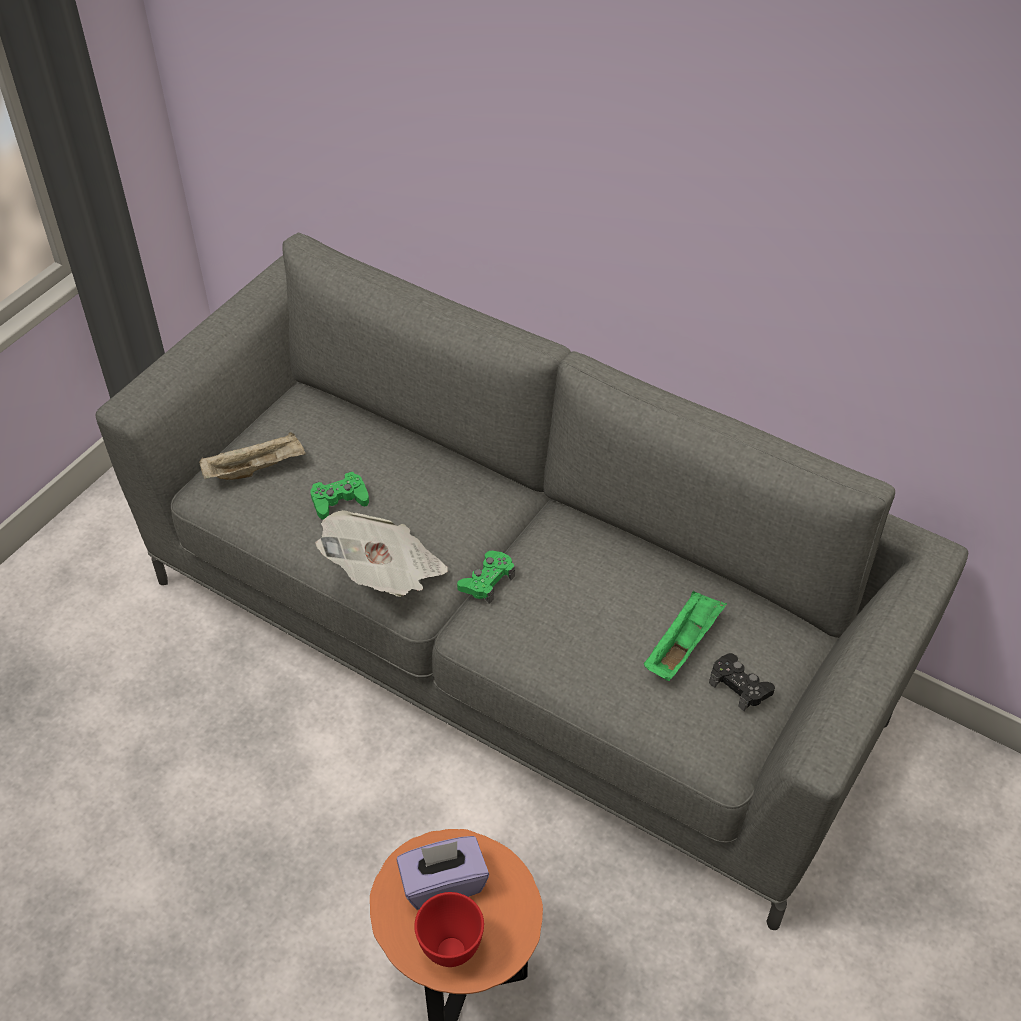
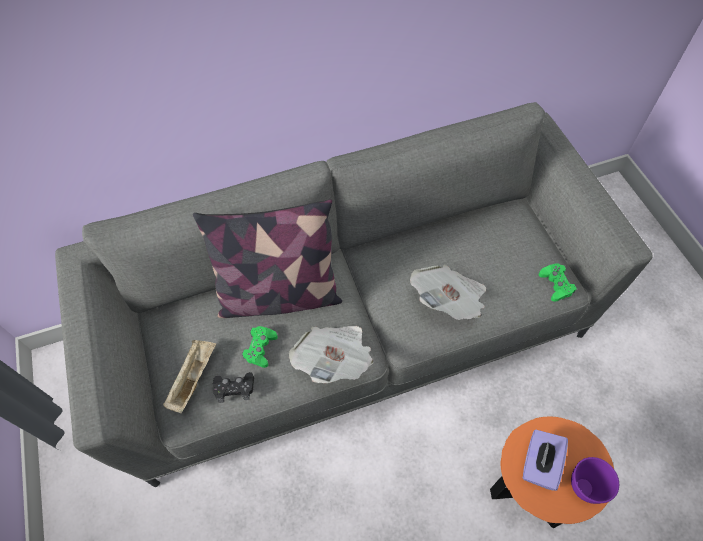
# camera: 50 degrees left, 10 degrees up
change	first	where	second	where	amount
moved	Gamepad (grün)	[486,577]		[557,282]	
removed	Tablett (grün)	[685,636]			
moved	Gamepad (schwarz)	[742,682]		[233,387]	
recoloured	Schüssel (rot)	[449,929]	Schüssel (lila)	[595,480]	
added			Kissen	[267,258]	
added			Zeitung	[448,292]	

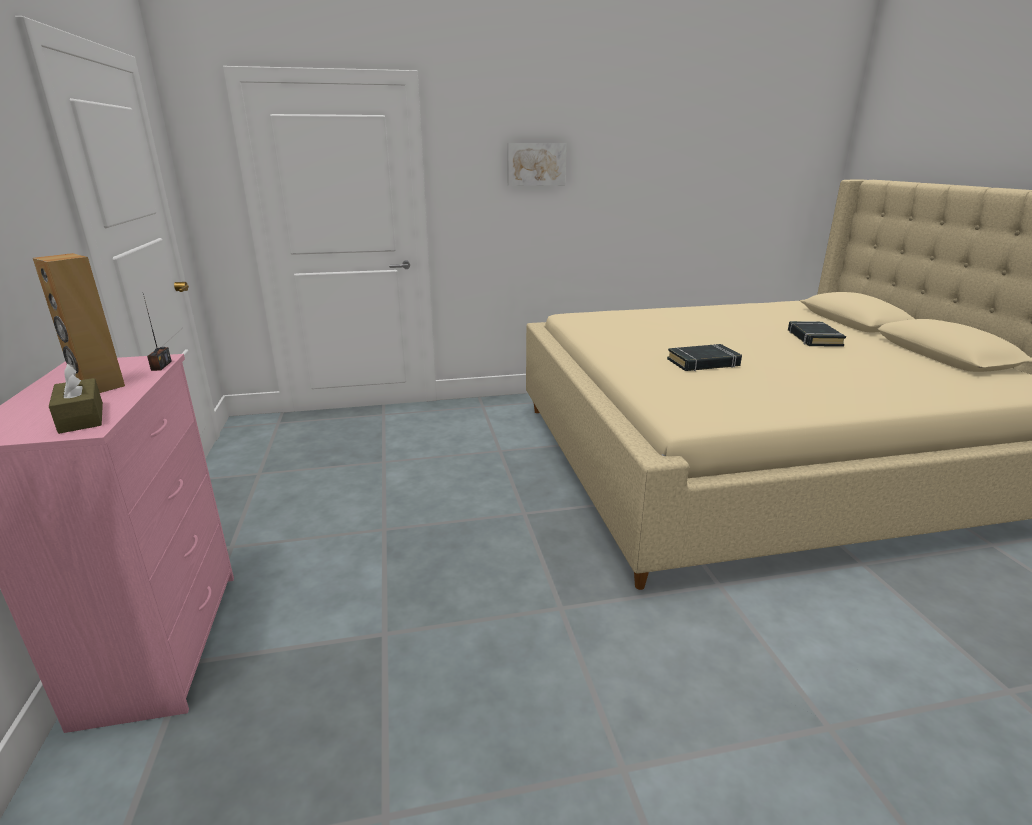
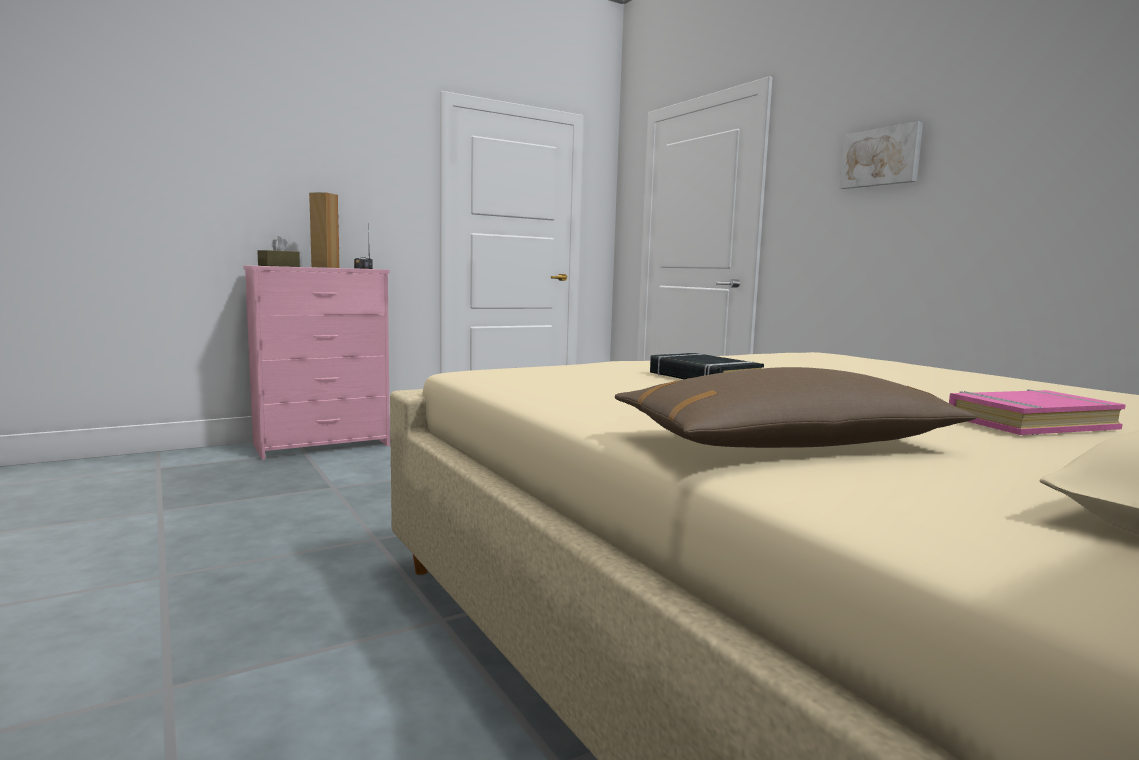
# camera: 70 degrees right, 15 degrees down
change	first	where	second	where	amount
recoloured	Buch (schwarz)	[817,334]	Buch (rosa)	[1037,412]	
added			Kissen (braun)	[796,407]	

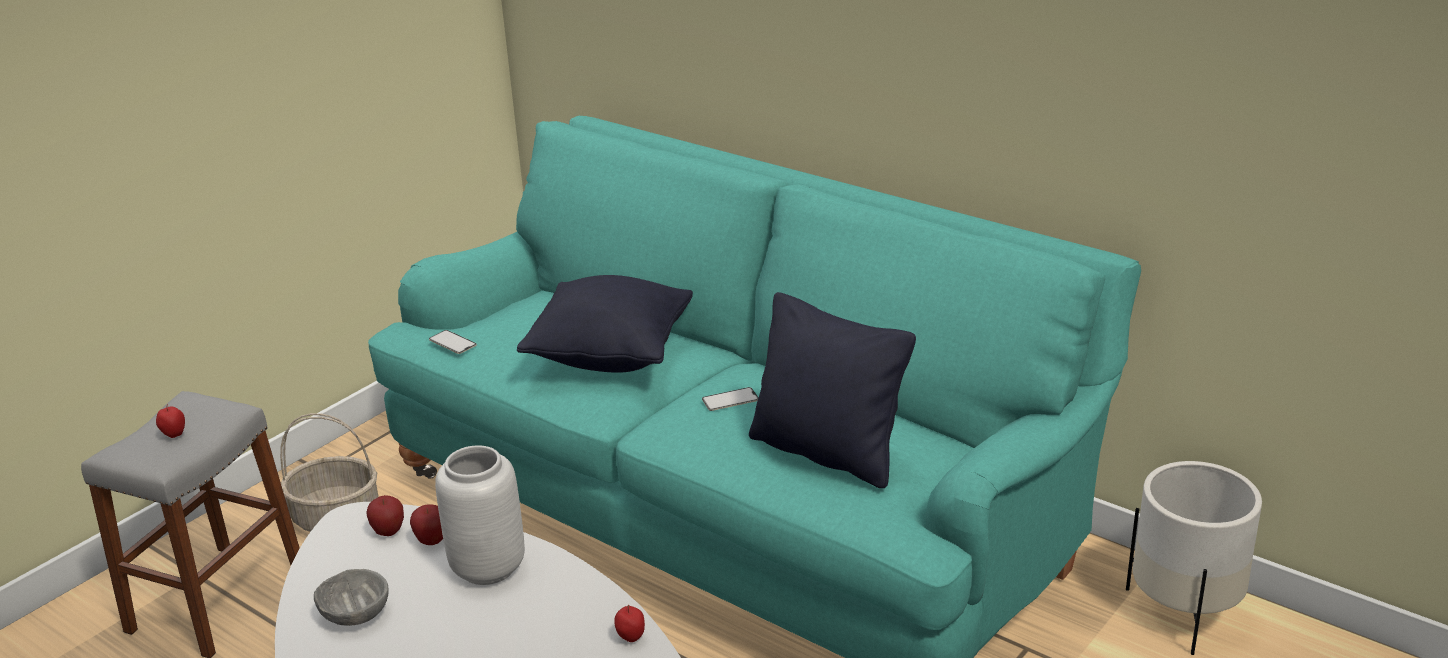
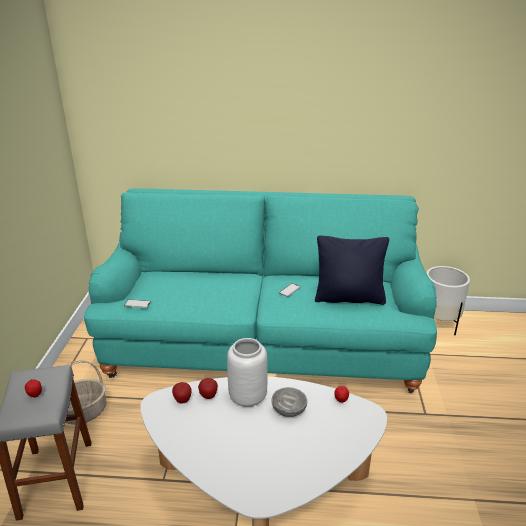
# camera: 35 degrees left, 0 degrees up
change	first	where	second	where	amount
removed	Kissen (schwarz)	[605,324]			
moved	Schüssel (grau)	[351,597]		[289,402]	

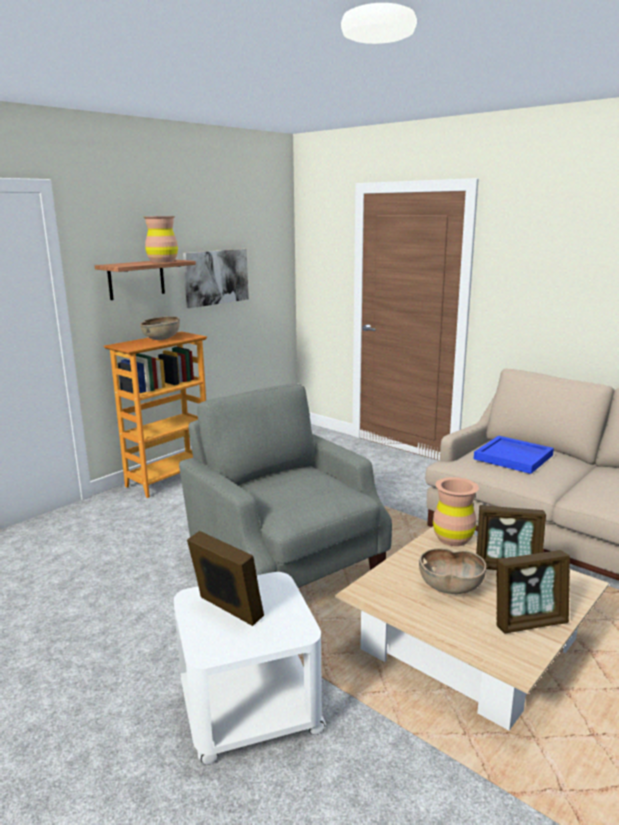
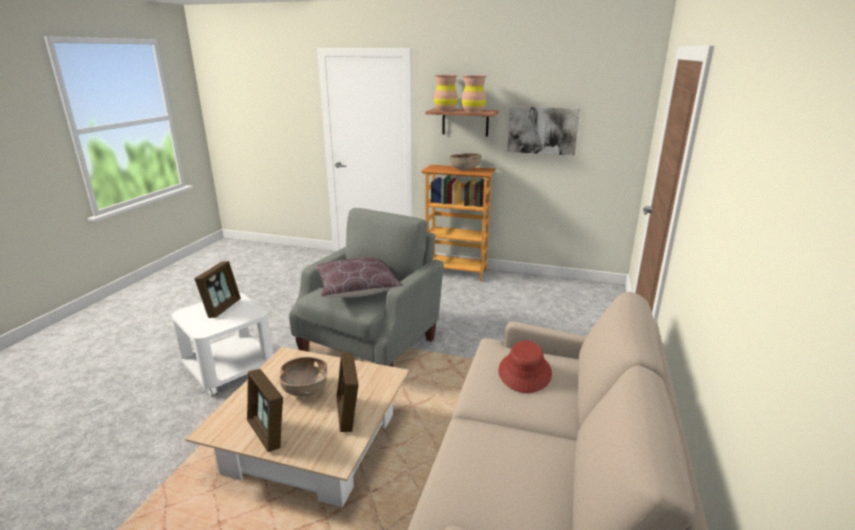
# camera: 65 degrees right, 5 degrees up
change	first	where	second	where	amount
replaced	Tablett (blau)	[514,455]	Hut (rot)	[525,366]	
moved	Vase (braun)	[456,511]		[446,93]	
added			Kissen (braun)	[359,277]	

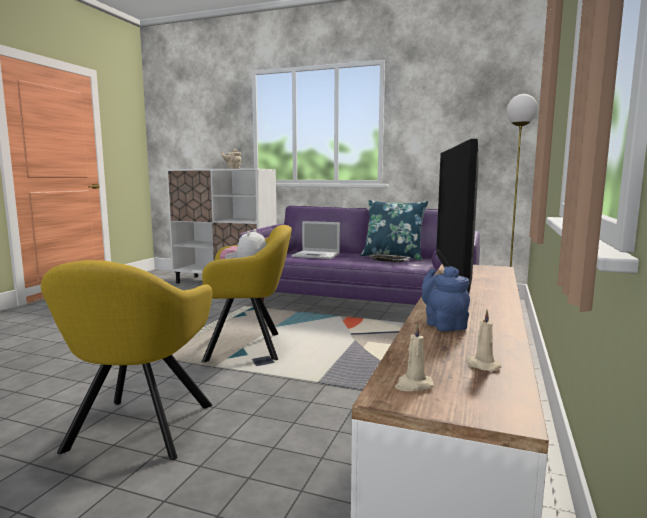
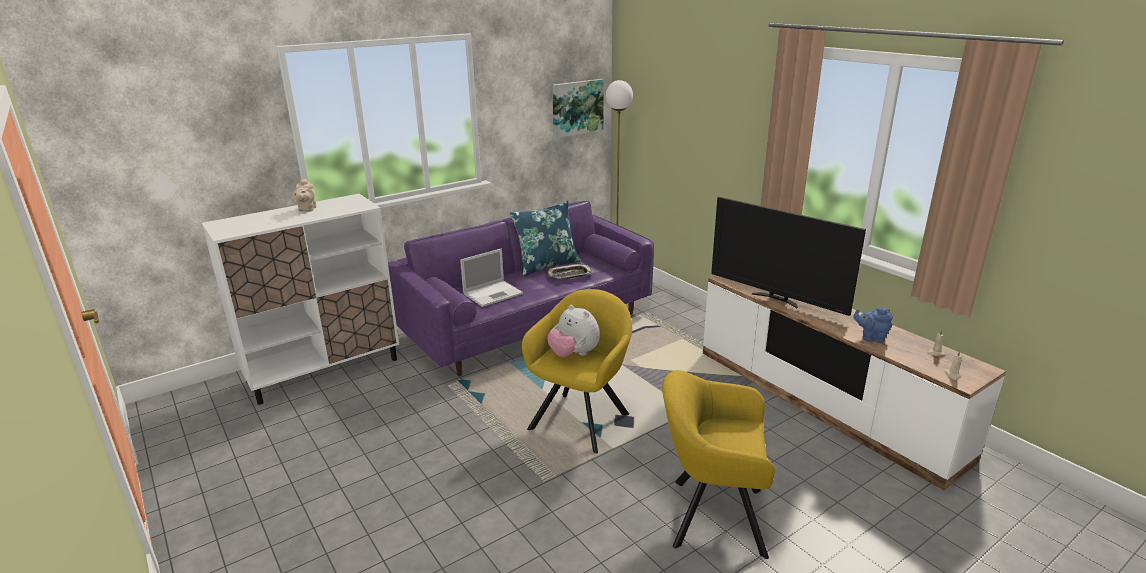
# camera: 55 degrees left, 15 degrees up
change	first	where	second	where	amount
turned	Sessel (gelb)	[126,360]		[718,464]	150 degrees clockwise
added			Bild	[578,108]	

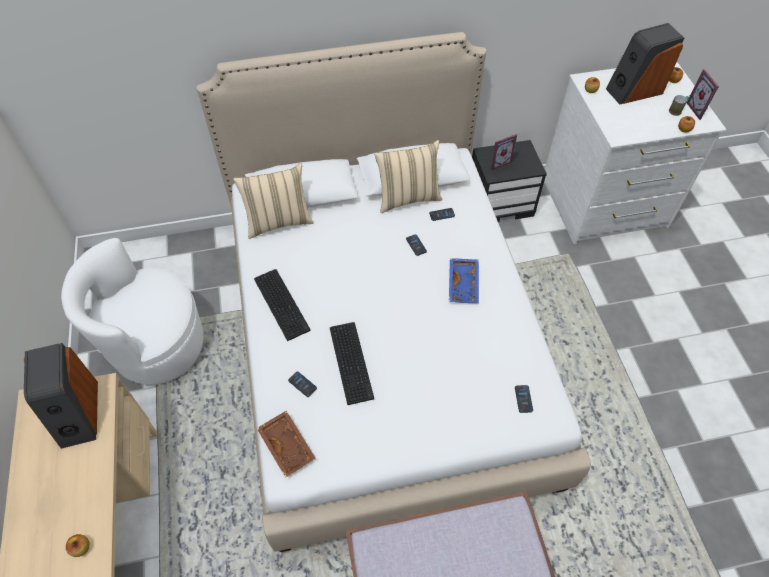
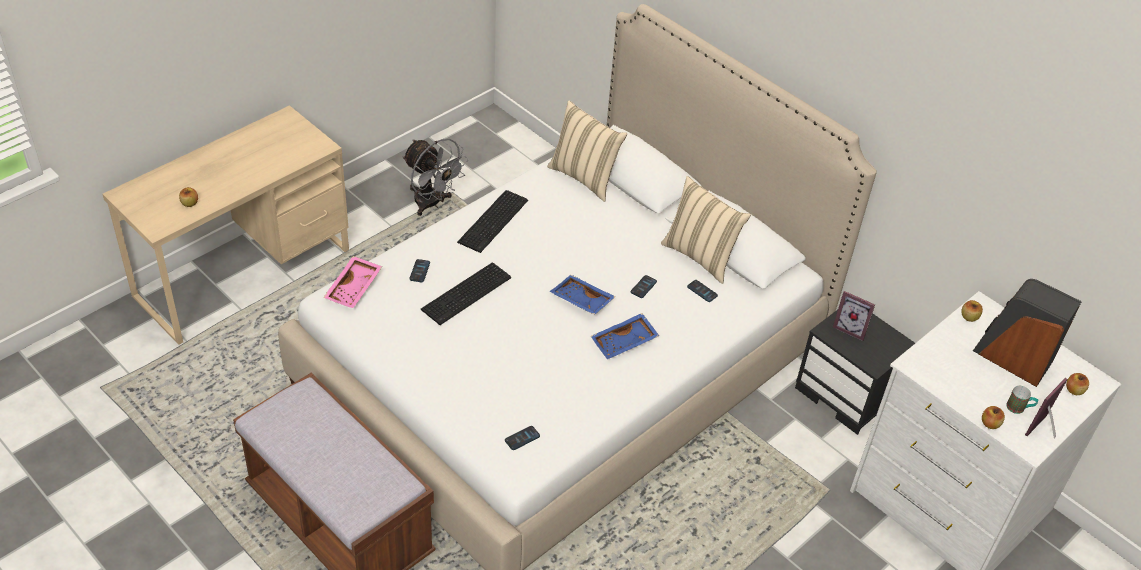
# camera: 55 degrees right, 10 degrees down
change	first	where	second	where	amount
replaced	Sessel (weiß)	[132,311]	Ventilator (grau)	[435,177]	
removed	Lautsprecher	[61,396]			
recoloured	Tablett (braun)	[286,444]	Tablett (rosa)	[352,282]	
added			Tablett (blau)	[582,295]	

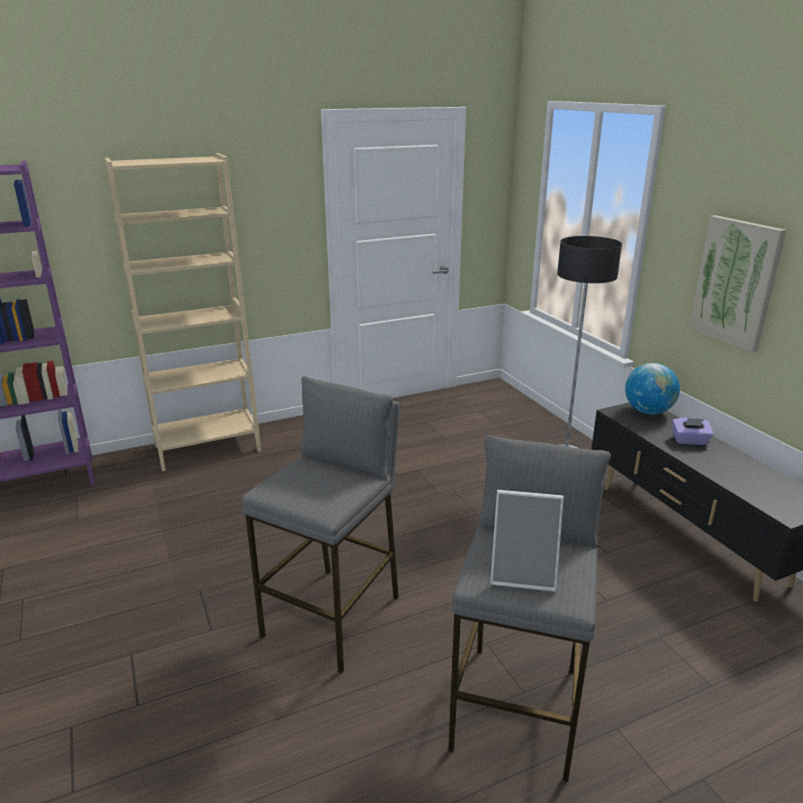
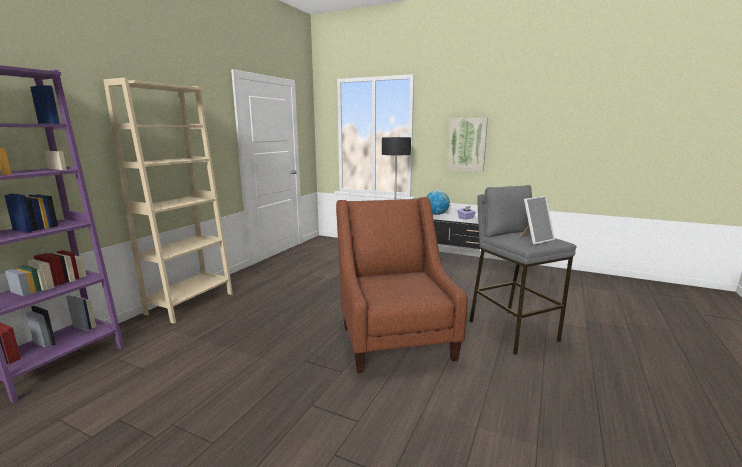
# camera: 40 degrees left, 10 degrees down
change	first	where	second	where	amount
replaced	Hocker (grau)	[320,525]	Sessel (braun)	[401,285]	

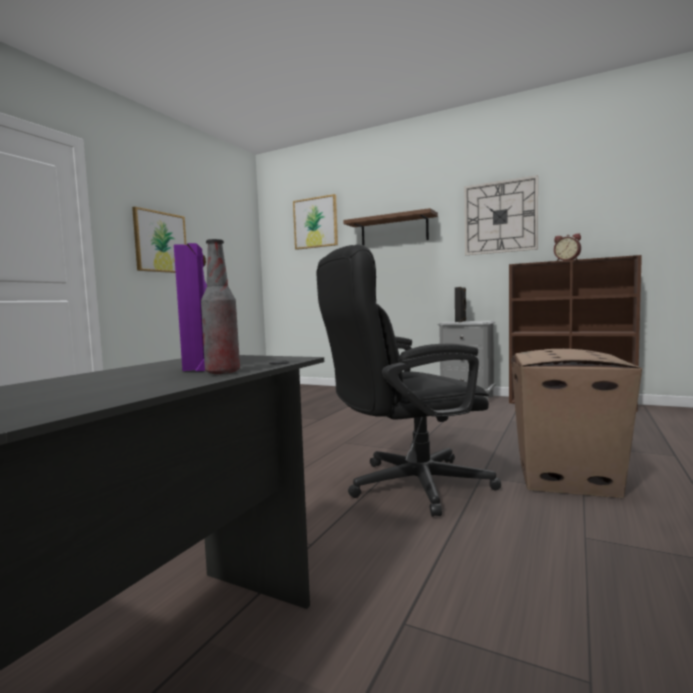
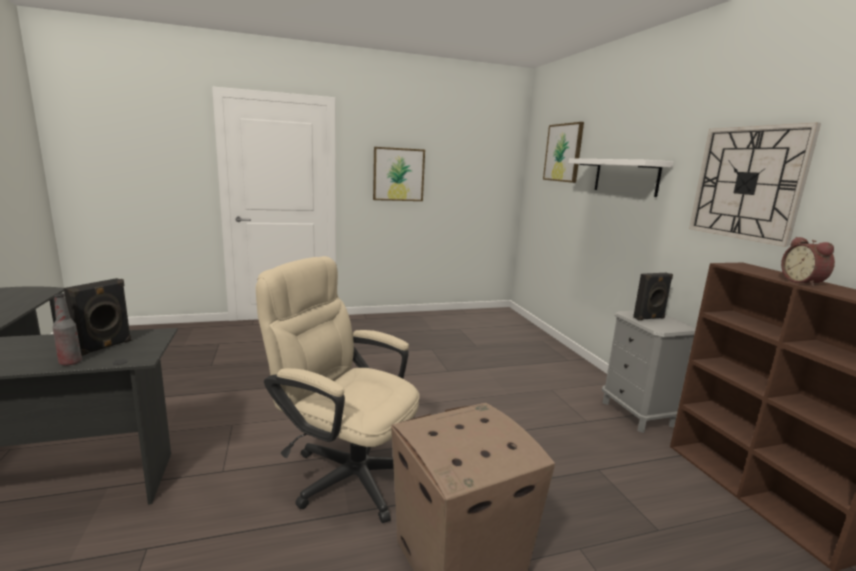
# camera: 45 degrees right, 10 degrees up
change	first	where	second	where	amount
recoloured	Wandregal (braun)	[390,227]	Wandregal (weiß)	[621,177]	
recoloured	Lautsprecher (lila)	[190,307]	Lautsprecher (schwarz)	[98,317]	
recoloured	Bürostuhl (schwarz)	[409,380]	Bürostuhl (beige)	[338,389]	

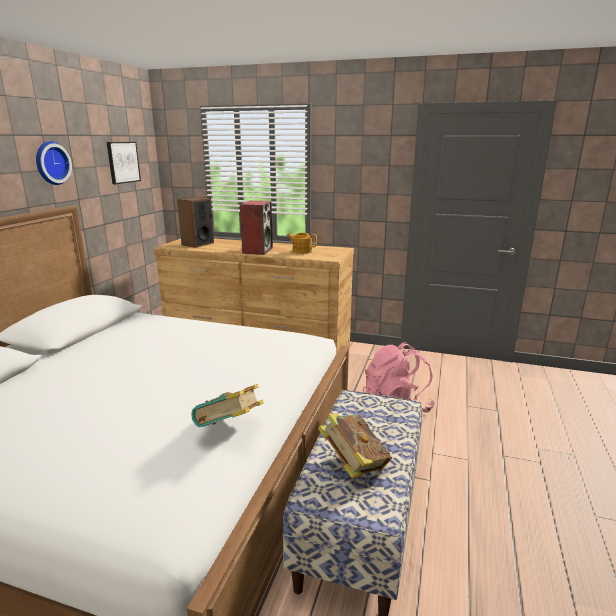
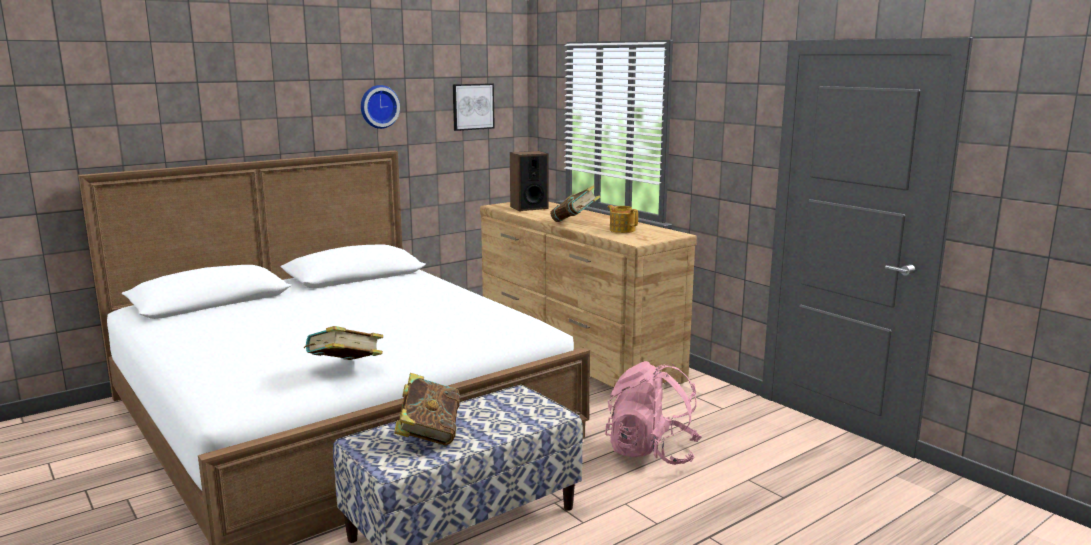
# camera: 35 degrees right, 5 degrees down
change	first	where	second	where	amount
replaced	Lautsprecher	[256,228]	Buch	[575,204]	

